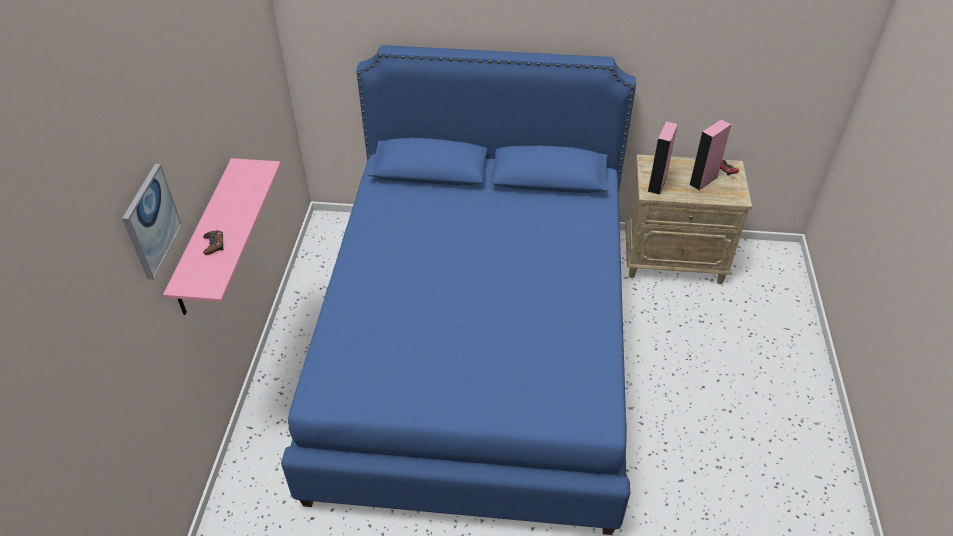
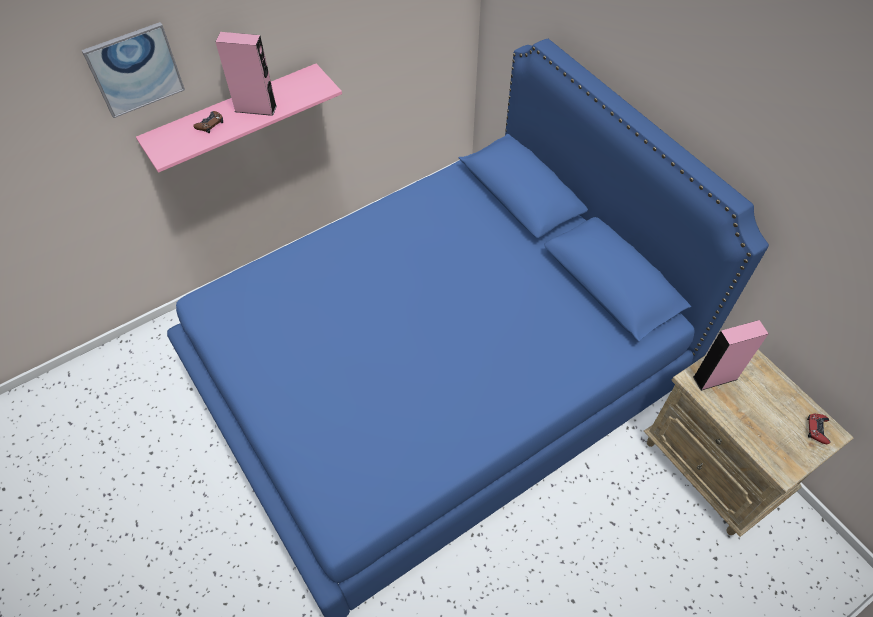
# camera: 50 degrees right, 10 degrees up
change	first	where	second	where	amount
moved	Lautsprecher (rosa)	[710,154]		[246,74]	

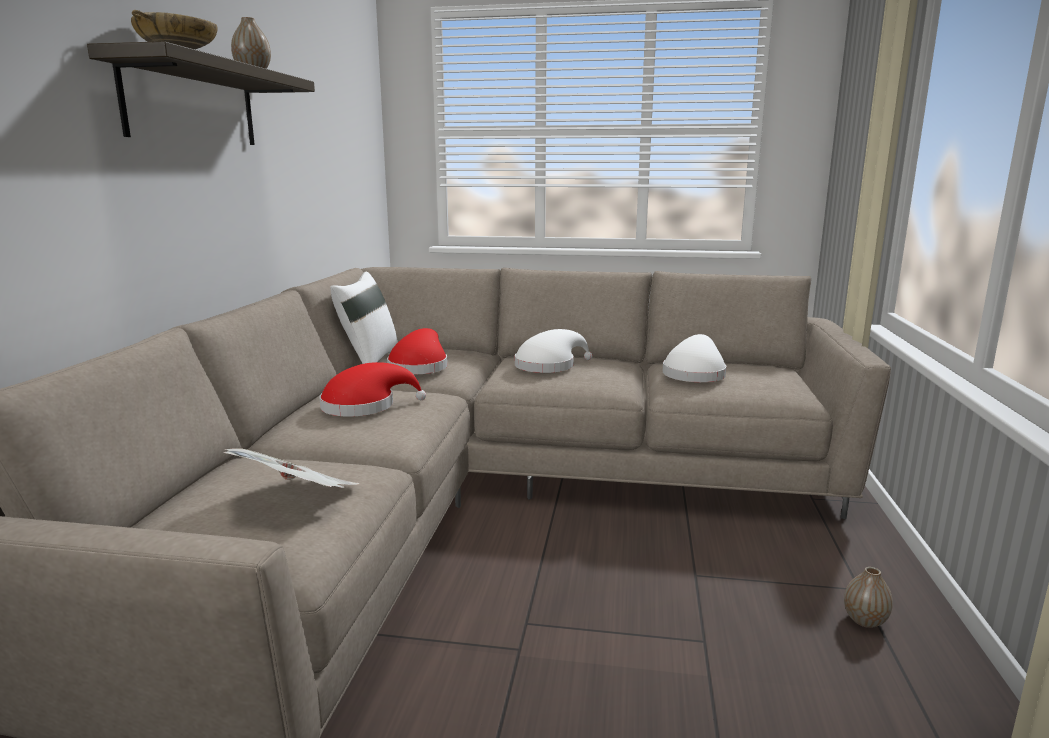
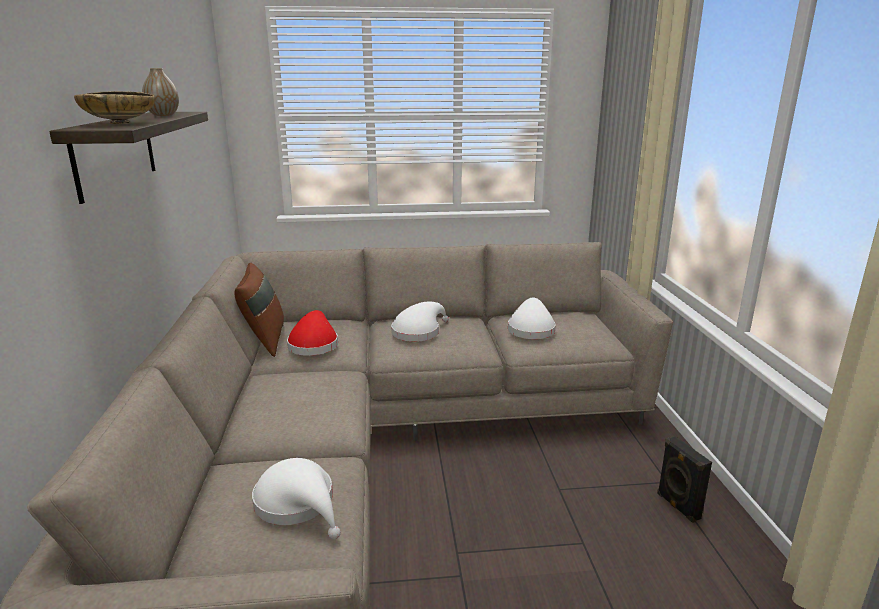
# camera: 15 degrees left, 5 degrees up
change	first	where	second	where	amount
recoloured	Kissen (weiß)	[364,317]	Kissen (braun)	[259,310]	
removed	Hut (rot)	[373,389]			
replaced	Zeitung	[291,468]	Hut (weiß)	[296,499]	
replaced	Vase	[868,597]	Lautsprecher (schwarz)	[684,479]	

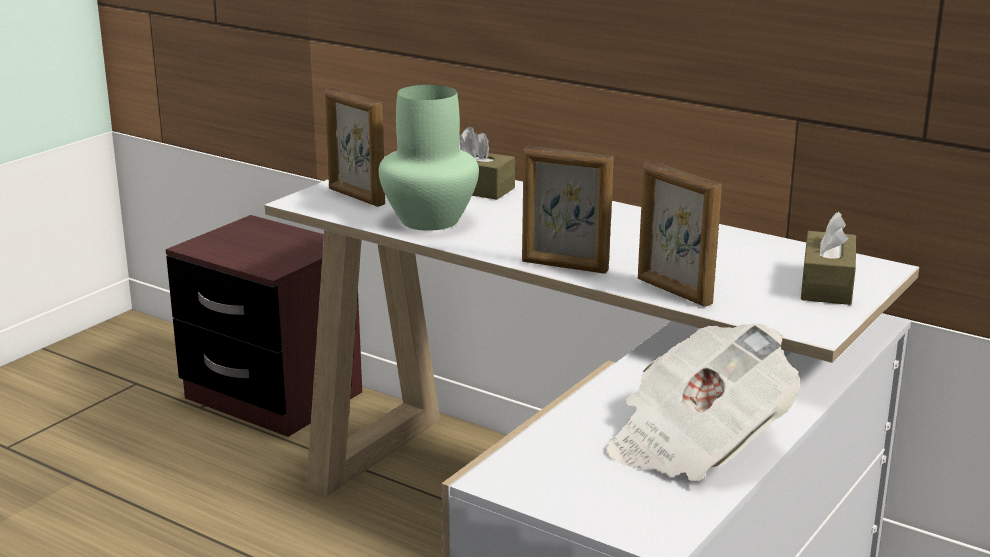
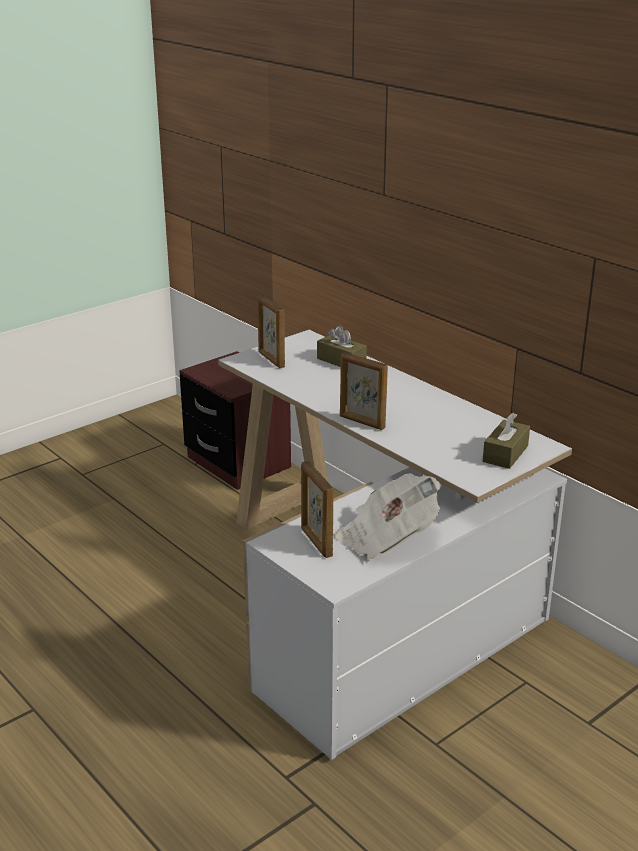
# camera: 15 degrees right, 5 degrees up
change	first	where	second	where	amount
removed	Vase (grün)	[429,158]			
moved	Bilderrahmen	[680,234]		[317,509]	

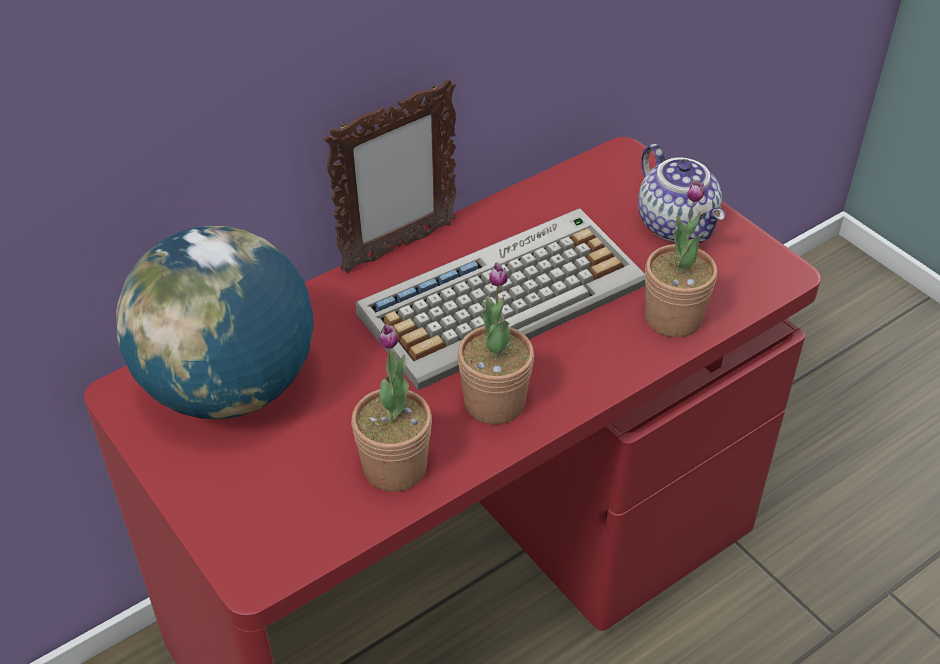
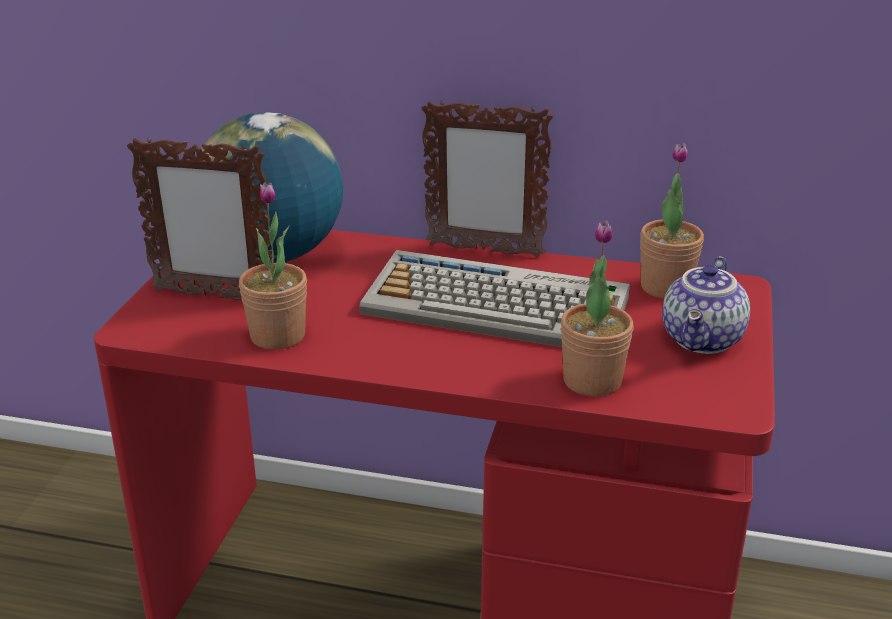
# camera: 50 degrees right, 15 degrees down
change	first	where	second	where	amount
moved	Topfpflanze	[496,343]		[672,221]	
added			Bilderrahmen	[199,218]	

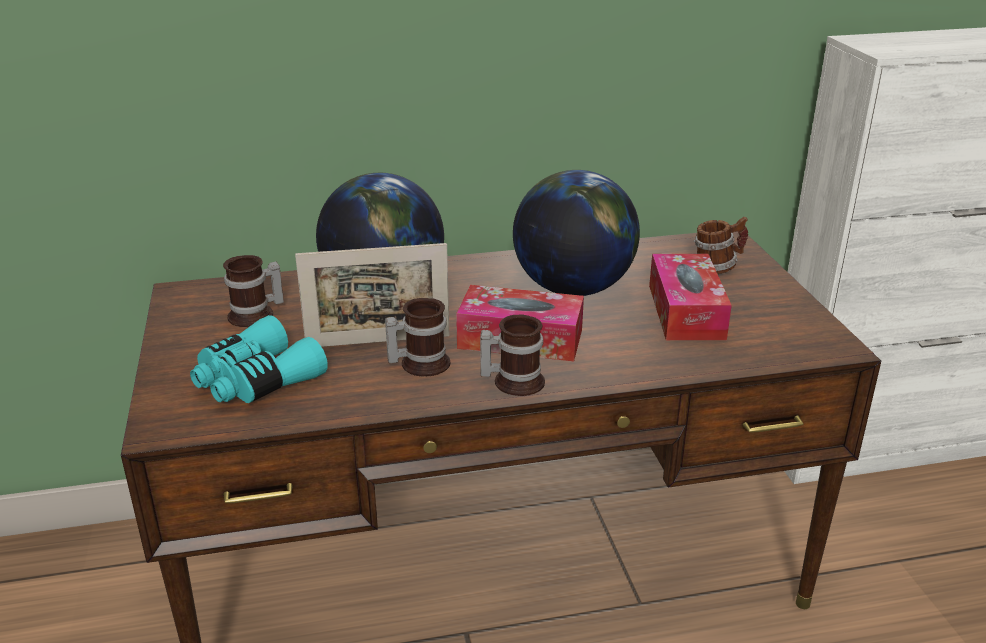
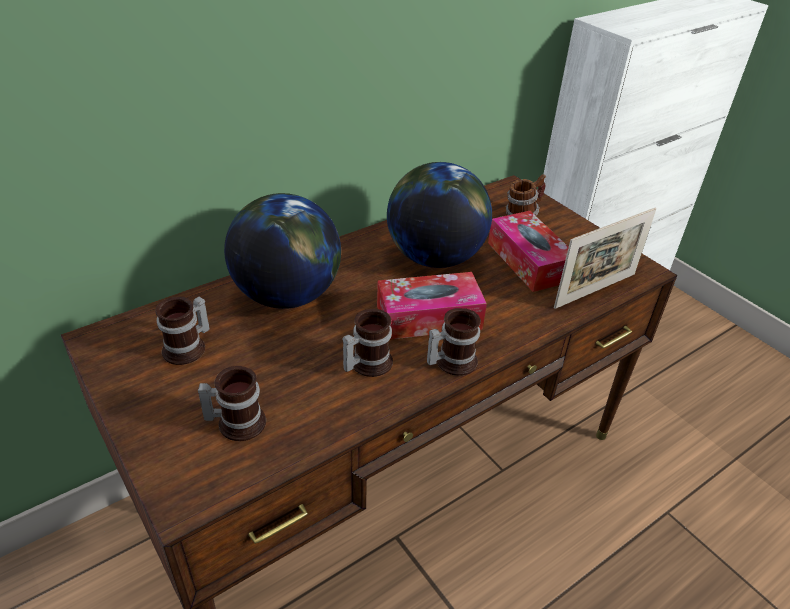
# camera: 25 degrees left, 10 degrees up
change	first	where	second	where	amount
moved	Bilderrahmen	[372,295]		[605,258]	
replaced	Fernglas (türkis)	[259,359]	Henkelbecher	[232,403]	

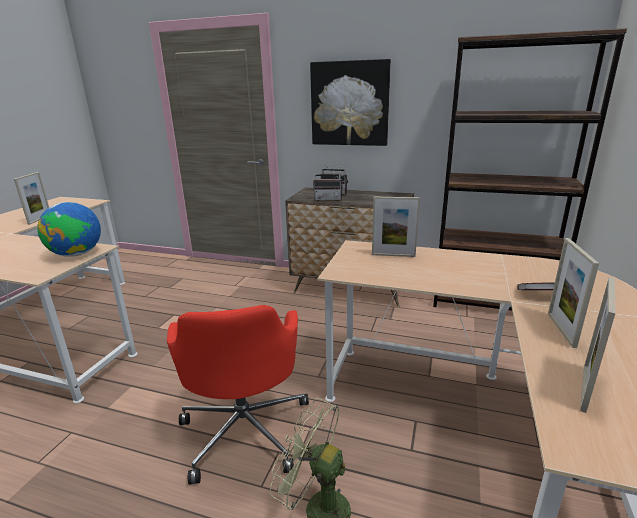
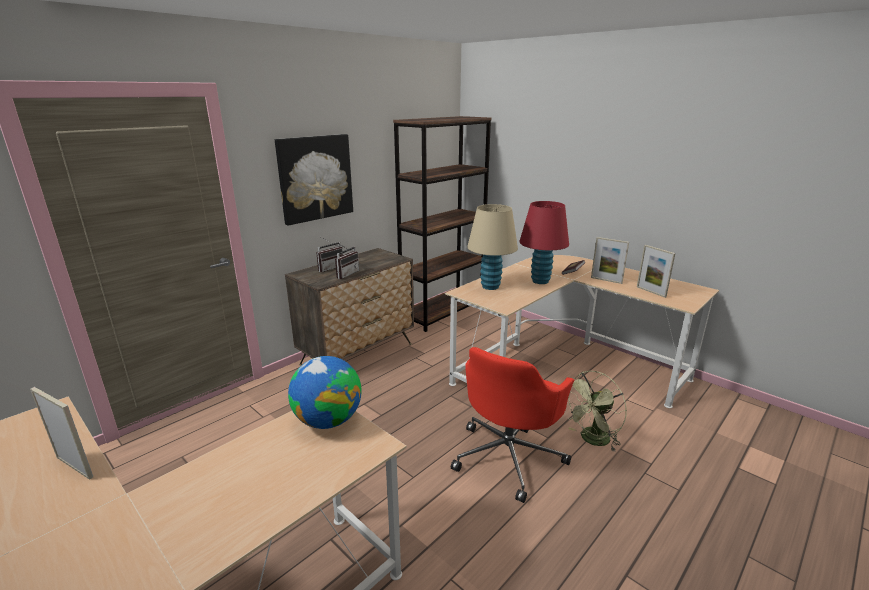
# camera: 65 degrees left, 0 degrees up
change	first	where	second	where	amount
replaced	Bilderrahmen	[396,226]	Tischlampe (beige)	[492,247]	
turned	Bürostuhl (rot)	[238,395]		[512,425]	105 degrees clockwise
added			Tischlampe (rot)	[544,242]	

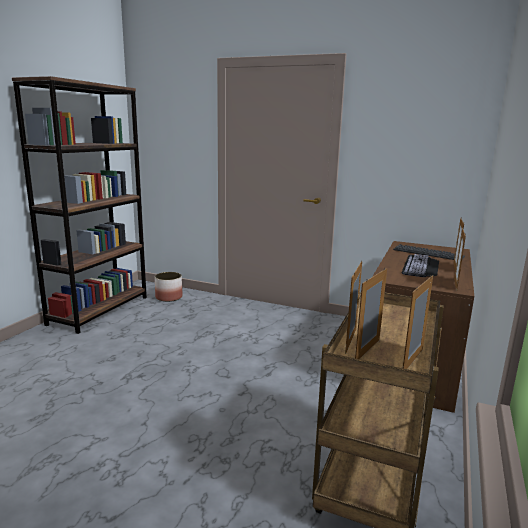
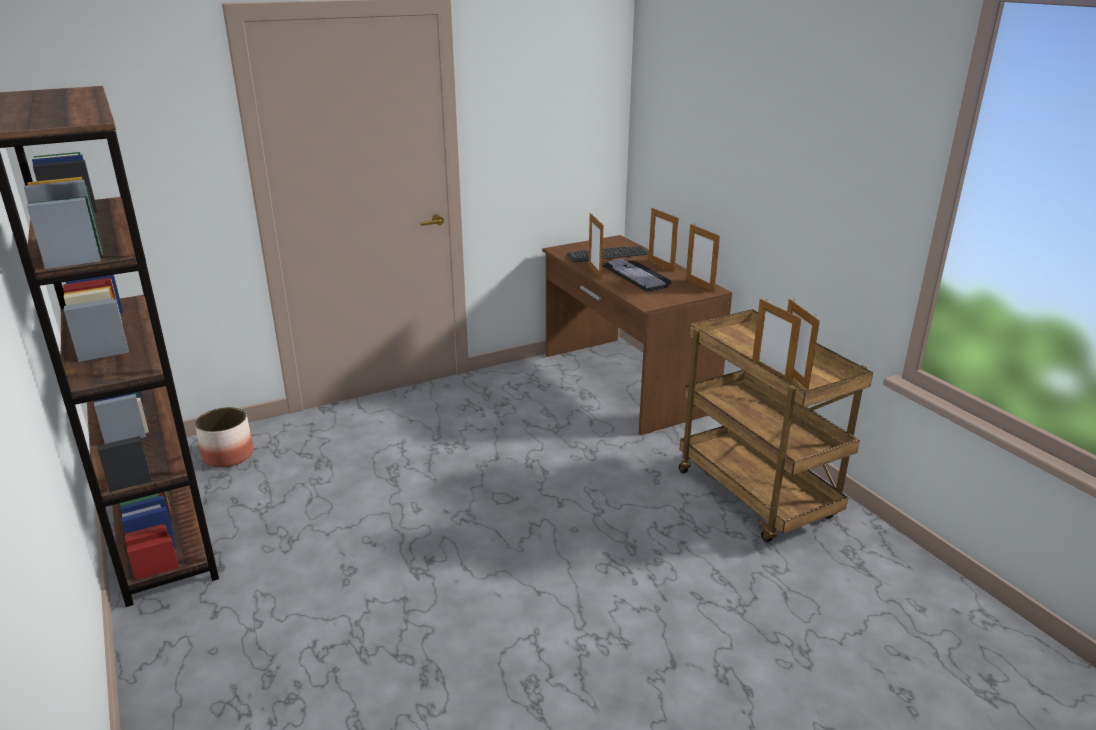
# camera: 50 degrees left, 10 degrees up
change	first	where	second	where	amount
moved	Bilderrahmen	[418,322]		[595,246]	

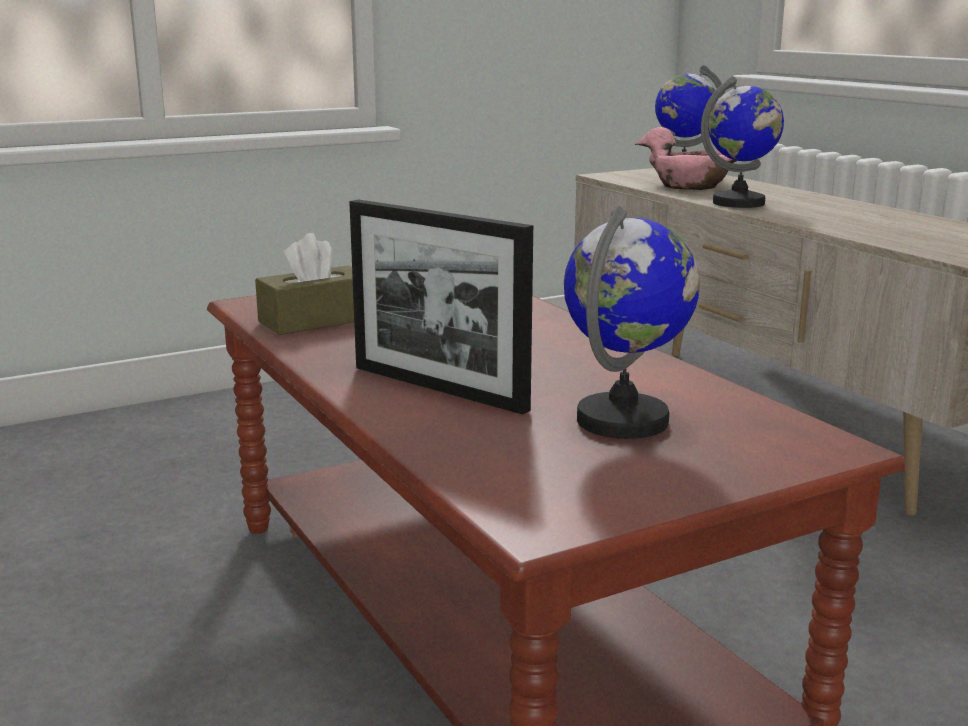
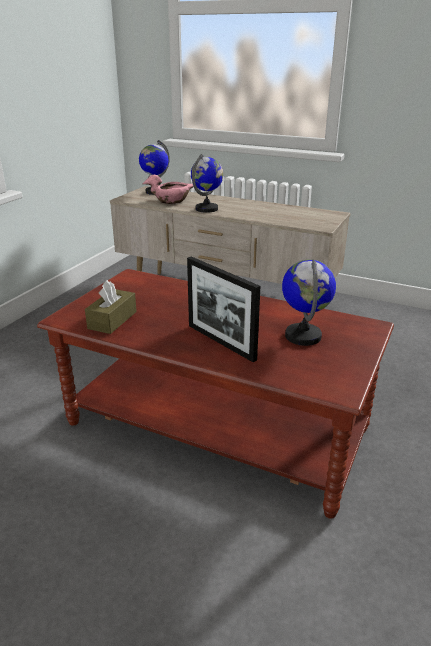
# camera: 35 degrees left, 10 degrees up
change	first	where	second	where	amount
turned	Bilderrahmen	[441,307]		[223,309]	45 degrees clockwise

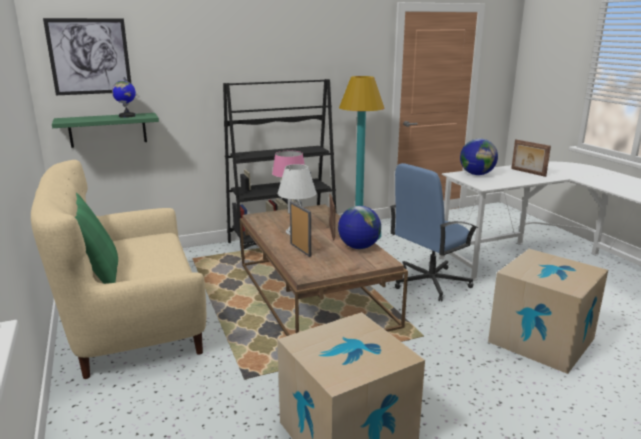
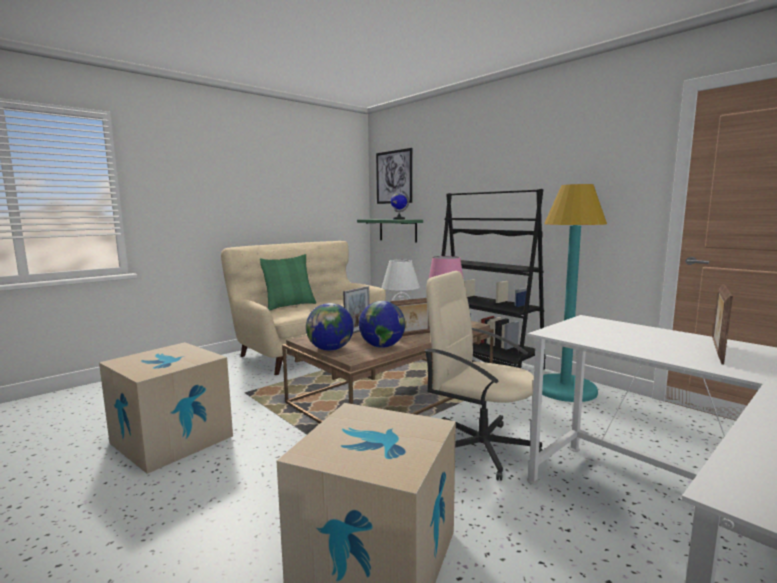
# camera: 70 degrees right, 10 degrees down
change	first	where	second	where	amount
moved	Globus	[479,156]		[330,327]	
recoloured	Bürostuhl (blau)	[434,232]	Bürostuhl (beige)	[483,376]	

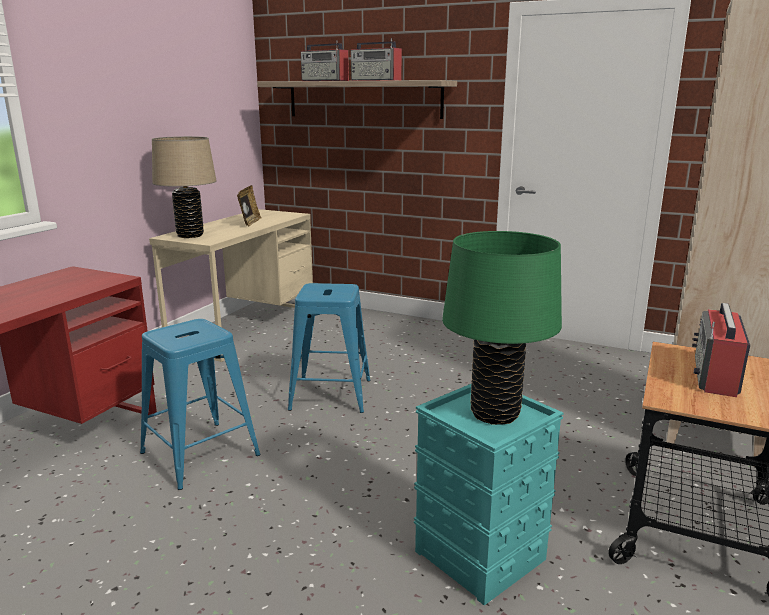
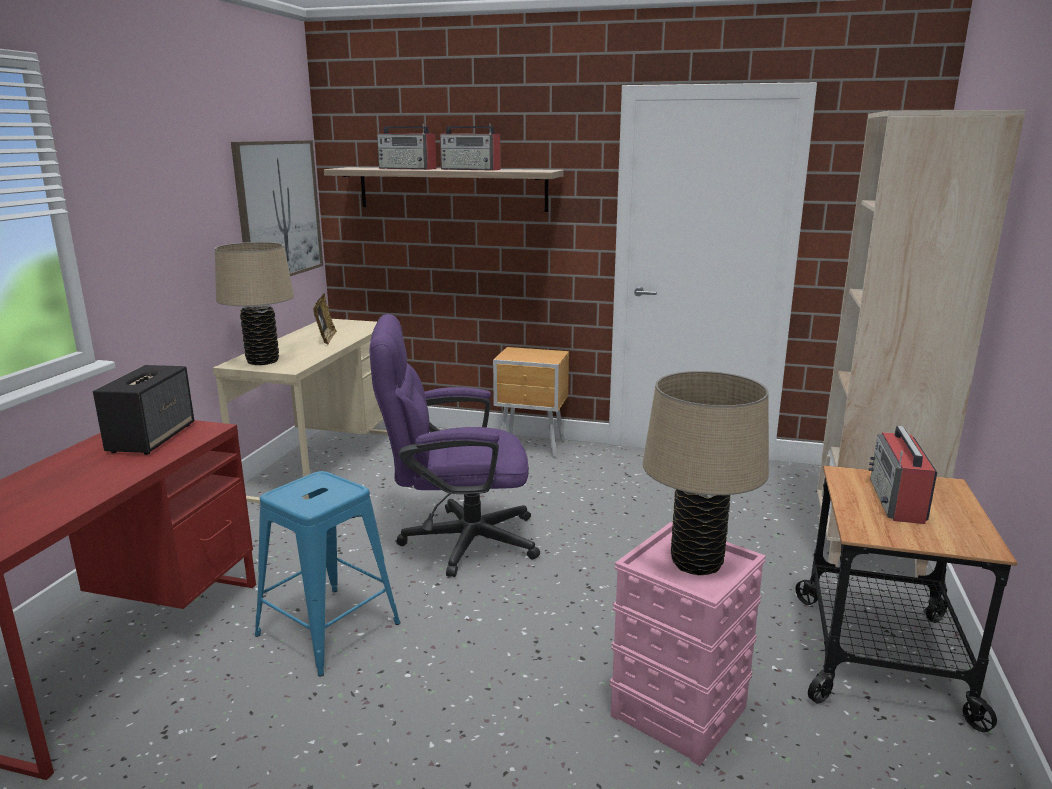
# camera: 10 degrees left, 0 degrees up
change	first	where	second	where	amount
recoloured	Tischlampe (grün)	[502,328]	Tischlampe (beige)	[706,473]	
replaced	Hocker (blau)	[329,348]	Bürostuhl (lila)	[455,445]	
recoloured	Aufbewahrungsbox (türkis)	[489,494]	Aufbewahrungsbox (rosa)	[687,644]	
added			Bild	[277,208]	
added			Nachttisch (braun)	[531,402]	
added			Lautsprecher	[143,410]	

